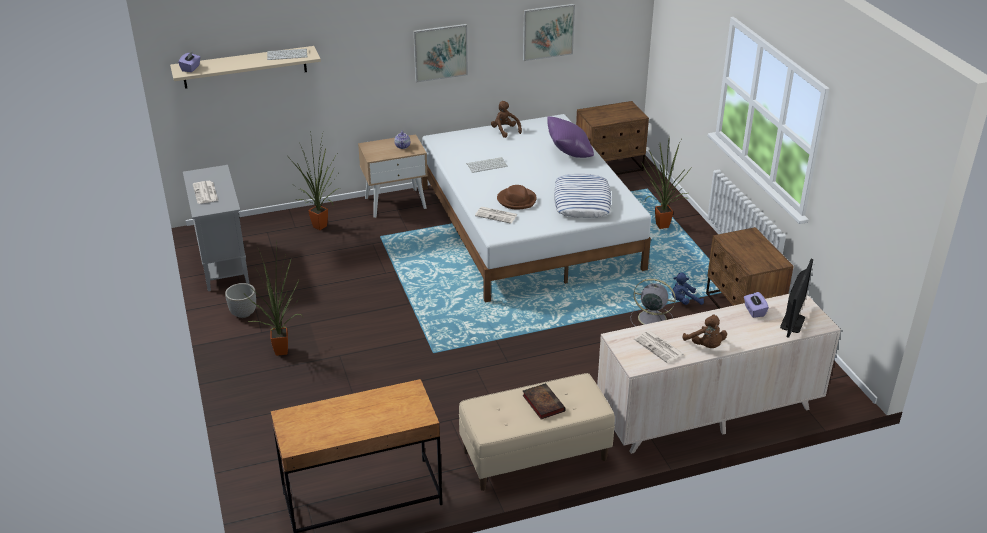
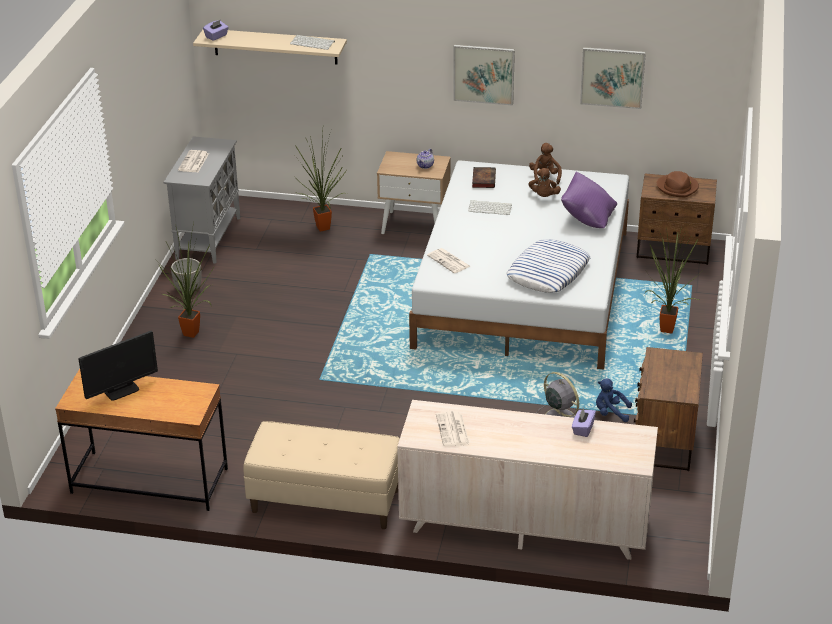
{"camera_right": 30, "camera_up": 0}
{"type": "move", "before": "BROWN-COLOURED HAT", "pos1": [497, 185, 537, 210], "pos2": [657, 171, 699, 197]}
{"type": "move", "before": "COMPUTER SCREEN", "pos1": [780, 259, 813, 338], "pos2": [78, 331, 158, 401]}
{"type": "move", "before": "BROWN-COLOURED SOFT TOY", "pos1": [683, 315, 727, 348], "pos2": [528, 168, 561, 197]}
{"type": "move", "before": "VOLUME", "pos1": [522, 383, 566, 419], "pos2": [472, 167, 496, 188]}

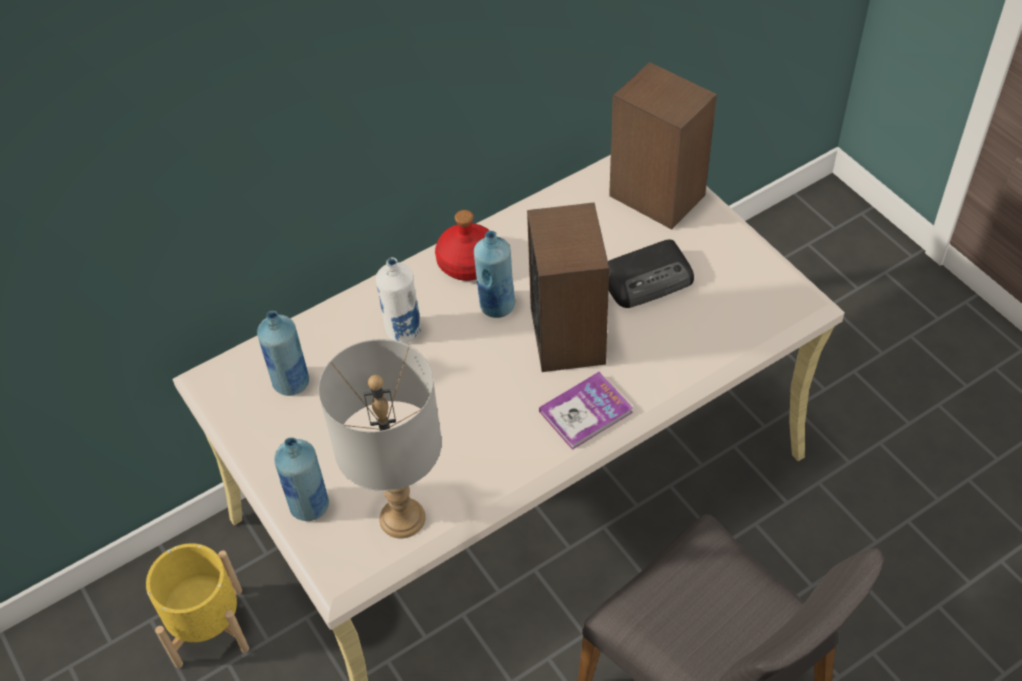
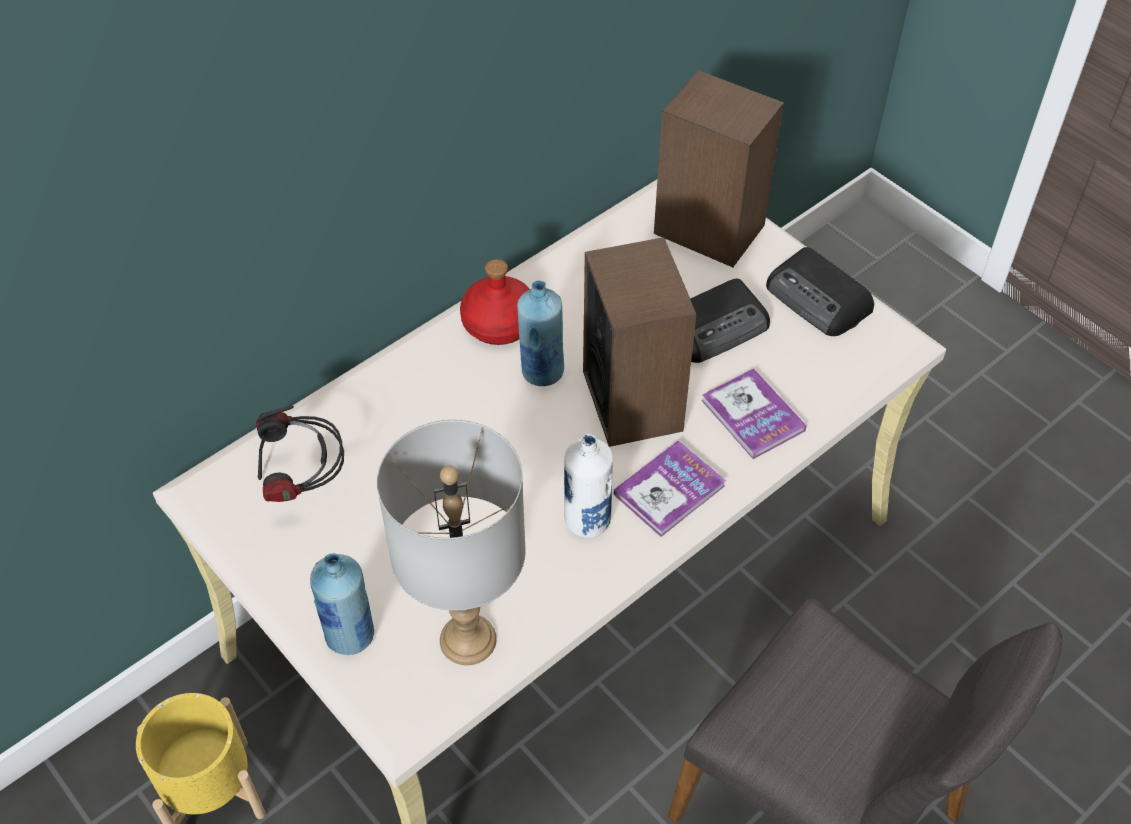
{"camera_right": -10, "camera_up": 0}
{"type": "move", "before": "WHITISH BOTTLE", "pos1": [376, 257, 421, 343], "pos2": [564, 434, 613, 538]}
{"type": "replace", "before": "BLUISH BOTTLE", "after": "HEADSET", "pos1": [257, 311, 309, 396], "pos2": [256, 405, 344, 502]}
{"type": "insert", "after": "RADIO", "pos2": [766, 247, 874, 336]}
{"type": "insert", "after": "VOLUME", "pos2": [701, 368, 807, 459]}

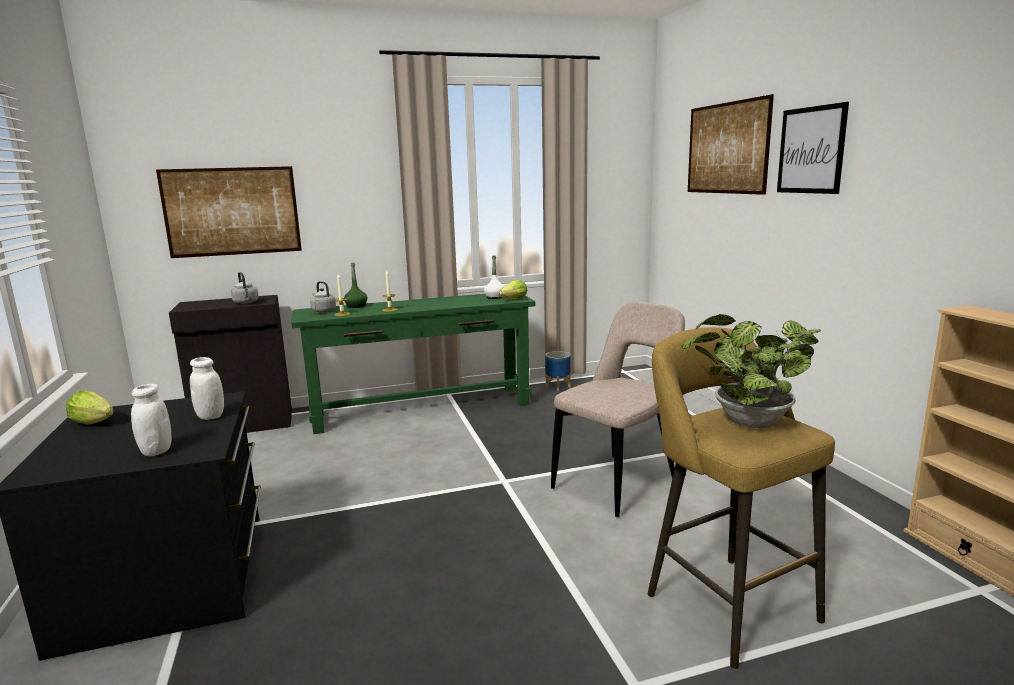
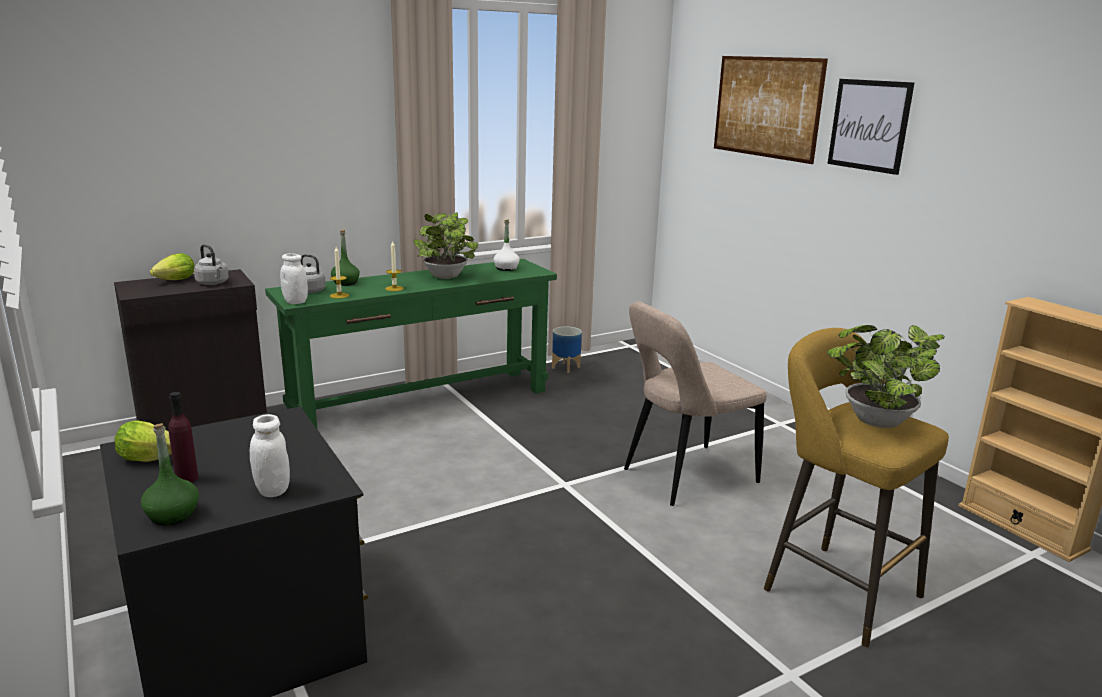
{"camera_right": -15, "camera_up": 5}
{"type": "delete", "before": "WALL PICTURE", "pos1": [156, 166, 302, 258]}
{"type": "move", "before": "LETTUCE", "pos1": [499, 280, 527, 300], "pos2": [150, 253, 195, 280]}
{"type": "rotate", "before": "BEIGE UPRIGHT CHAIR", "pos1": [551, 302, 685, 517], "pos2": [624, 301, 767, 506], "turn": -150}
{"type": "move", "before": "WHITISH JAR", "pos1": [190, 357, 224, 420], "pos2": [280, 253, 308, 304]}
{"type": "insert", "after": "PLANT IN A POT", "pos2": [414, 212, 478, 279]}
{"type": "insert", "after": "PURPLE-COLOURED BOTTLE", "pos2": [169, 392, 199, 483]}
{"type": "insert", "after": "GREEN-COLOURED BOTTLE", "pos2": [141, 423, 199, 525]}

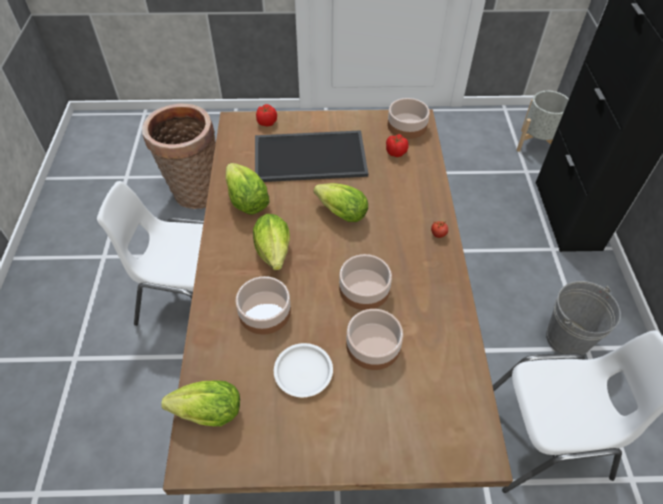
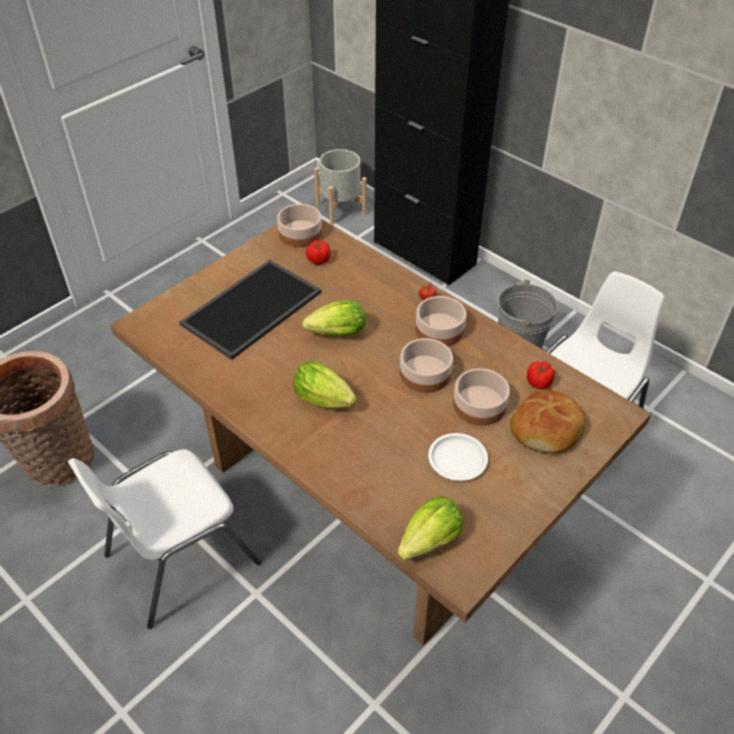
{"camera_right": -45, "camera_up": -5}
{"type": "move", "before": "WHOLE TOMATO", "pos1": [256, 104, 277, 127], "pos2": [527, 361, 555, 390]}
{"type": "delete", "before": "LETTUCE", "pos1": [225, 163, 269, 215]}
{"type": "move", "before": "DEEP DISH", "pos1": [236, 276, 291, 335], "pos2": [416, 296, 466, 346]}
{"type": "insert", "after": "BREAD", "pos2": [510, 390, 586, 453]}

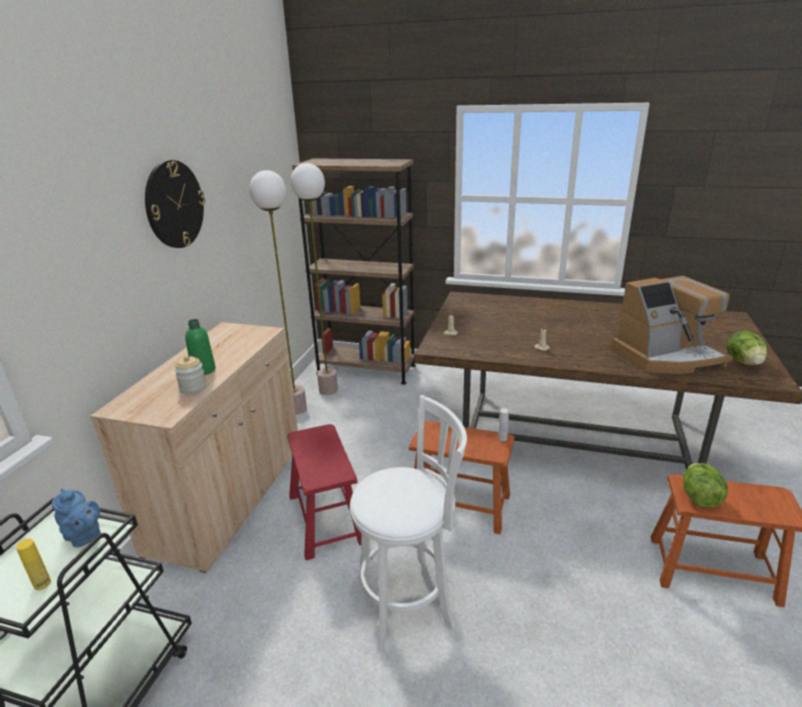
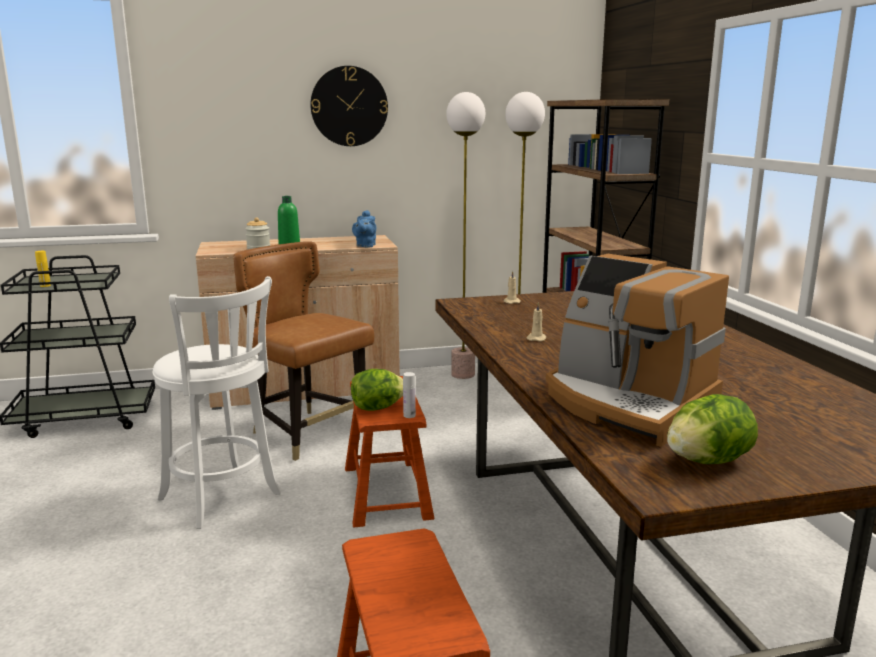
{"camera_right": 60, "camera_up": -10}
{"type": "replace", "before": "RED-COLOURED STOOL SEAT", "after": "BROWN-COLOURED UPRIGHT CHAIR", "pos1": [287, 424, 361, 560], "pos2": [233, 241, 374, 461]}
{"type": "move", "before": "LETTUCE", "pos1": [683, 463, 728, 508], "pos2": [351, 369, 403, 411]}
{"type": "move", "before": "BLUISH POT FOR TEA", "pos1": [52, 488, 101, 547], "pos2": [352, 210, 376, 248]}

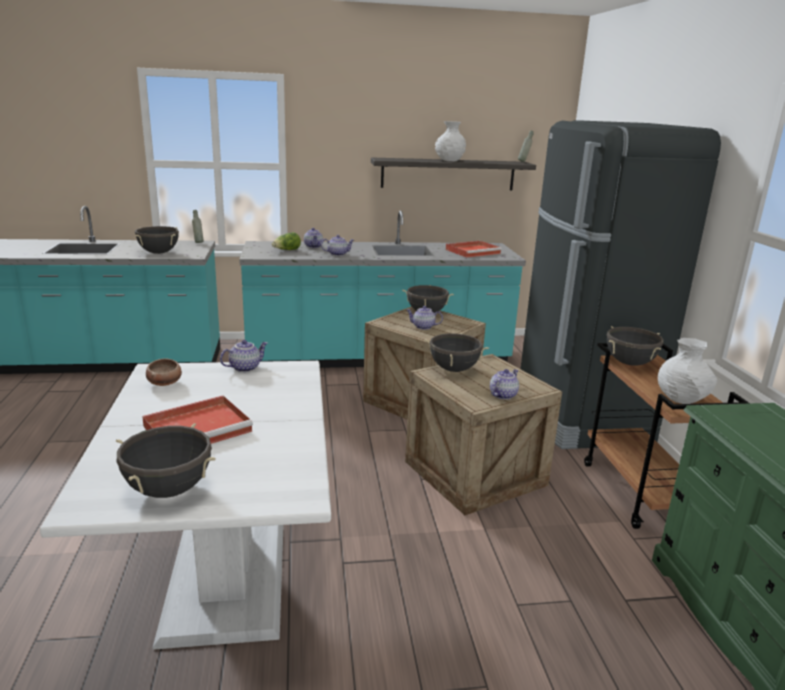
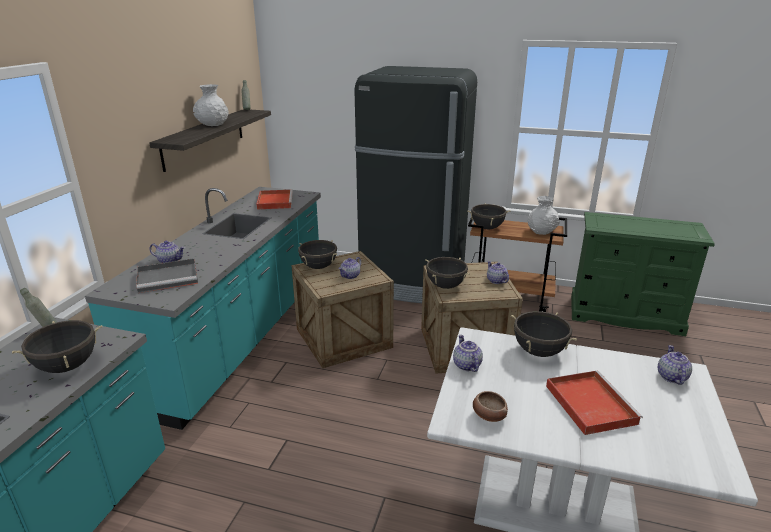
{"camera_right": -65, "camera_up": 5}
{"type": "replace", "before": "LETTUCE", "after": "GREY TRAY", "pos1": [272, 232, 301, 250], "pos2": [136, 258, 198, 293]}
{"type": "move", "before": "POT FOR TEA", "pos1": [321, 235, 354, 256], "pos2": [658, 345, 692, 385]}
{"type": "move", "before": "BLACK STOCKPOT", "pos1": [116, 423, 216, 498], "pos2": [511, 311, 577, 357]}

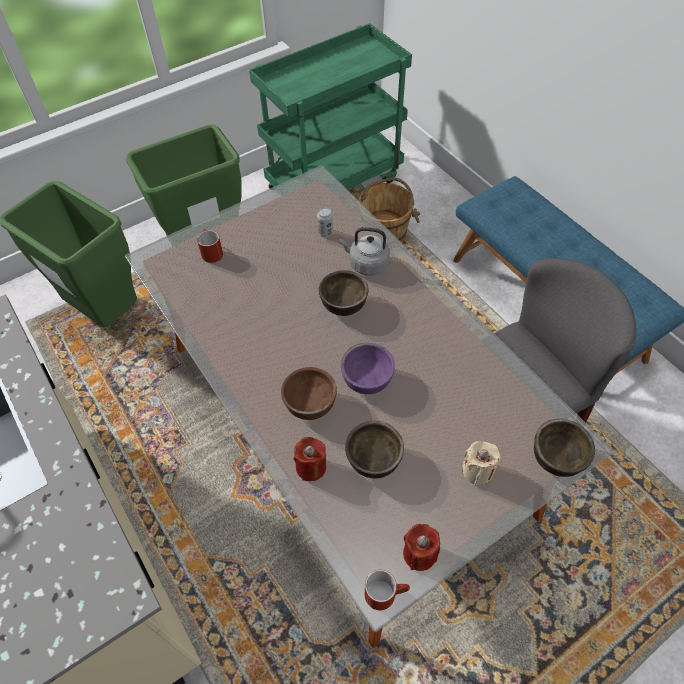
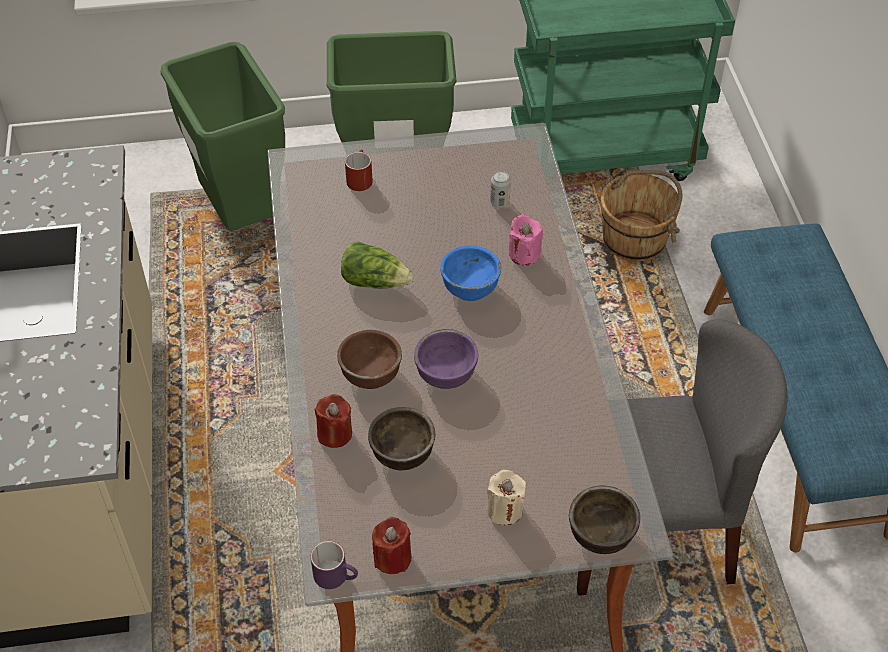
{"camera_right": 25, "camera_up": -5}
{"type": "replace", "before": "GREY KETTLE", "after": "PINK CANDLE", "pos1": [339, 227, 390, 276], "pos2": [509, 214, 543, 266]}
{"type": "recolor", "before": "BROWN-COLOURED DEEP DISH", "after": "BLUISH DEEP DISH", "pos1": [319, 270, 368, 316], "pos2": [440, 246, 501, 301]}
{"type": "recolor", "before": "RED-COLOURED MUG", "after": "PURPLE-COLOURED MUG", "pos1": [365, 570, 410, 610], "pos2": [310, 541, 358, 589]}
{"type": "insert", "after": "LETTUCE", "pos2": [341, 241, 414, 289]}

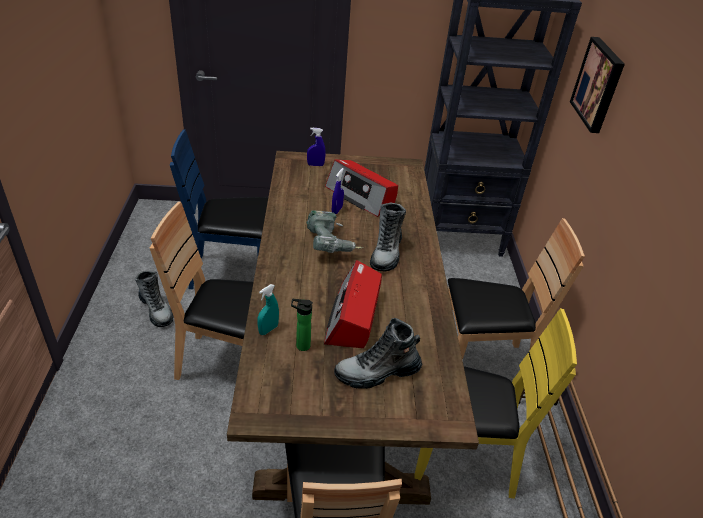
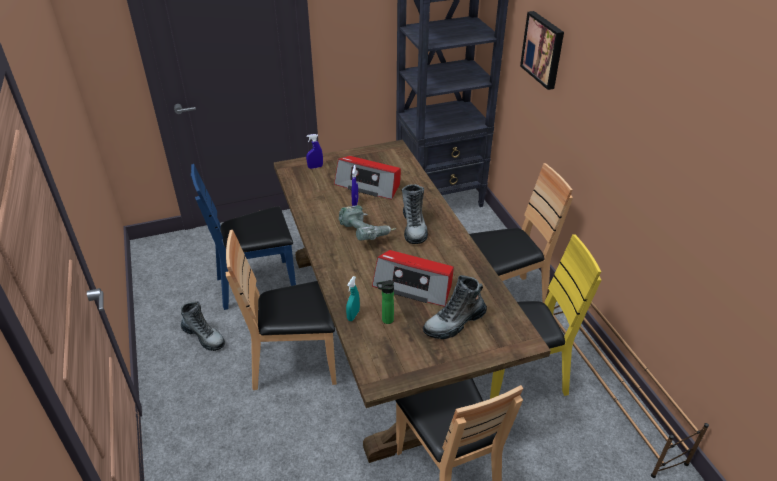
{"camera_right": -15, "camera_up": 0}
{"type": "rotate", "before": "RADIO", "pos1": [324, 260, 382, 348], "pos2": [372, 250, 454, 307], "turn": -60}

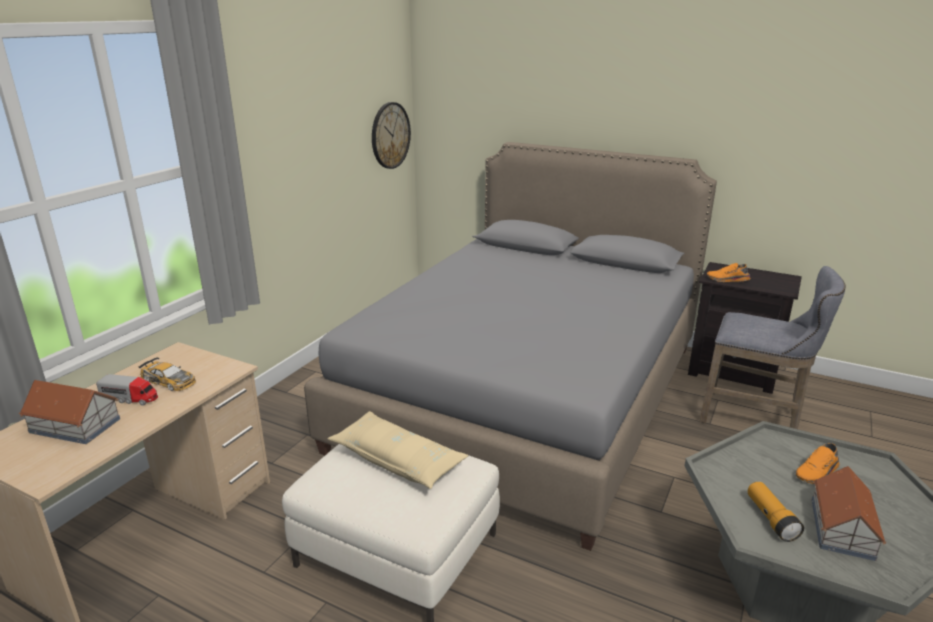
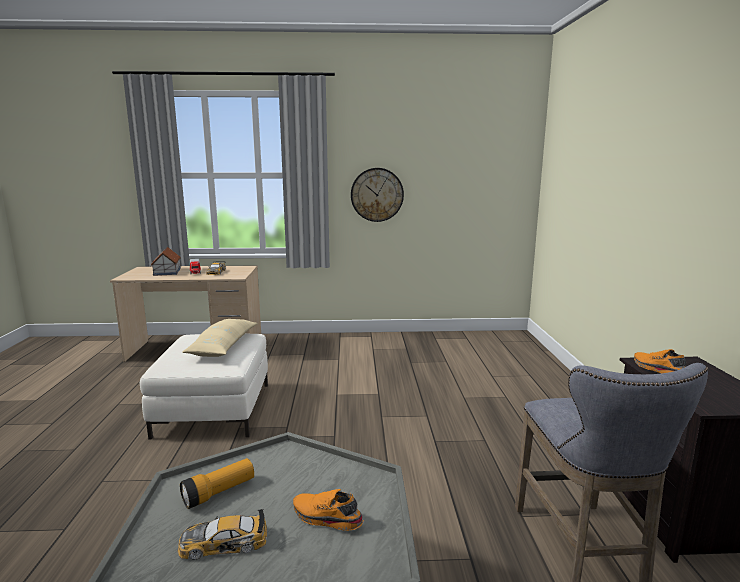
{"camera_right": 60, "camera_up": -10}
{"type": "move", "before": "CLOCK ON THE WALL", "pos1": [372, 102, 411, 169], "pos2": [351, 168, 404, 222]}
{"type": "delete", "before": "GREY SLEEPING BED", "pos1": [304, 142, 717, 551]}
{"type": "replace", "before": "MINIATURE HOUSE", "after": "MODEL CAR", "pos1": [812, 466, 886, 561], "pos2": [177, 509, 267, 560]}

